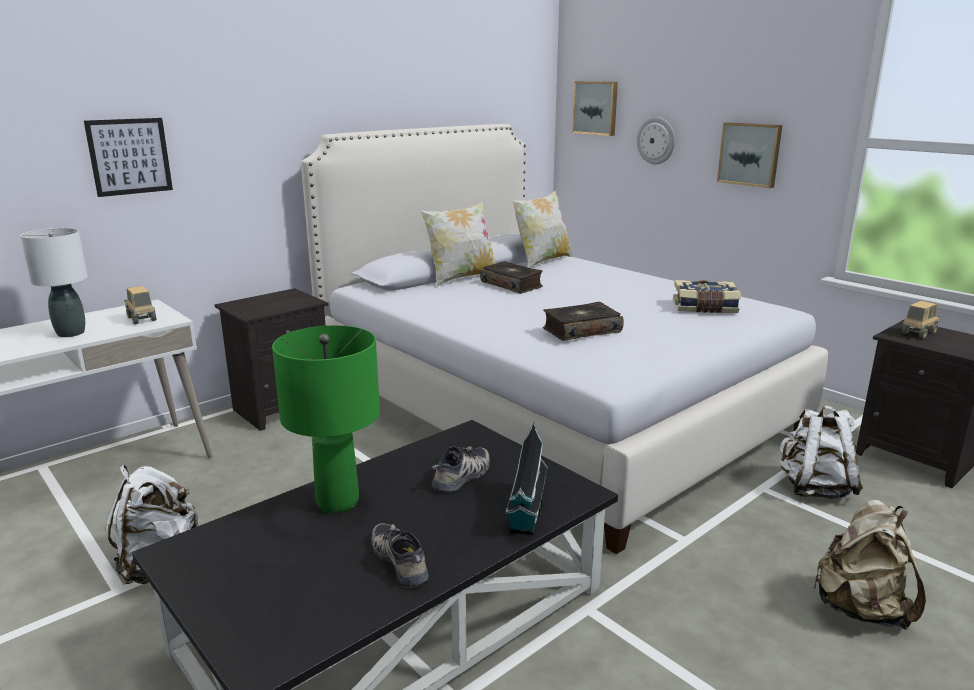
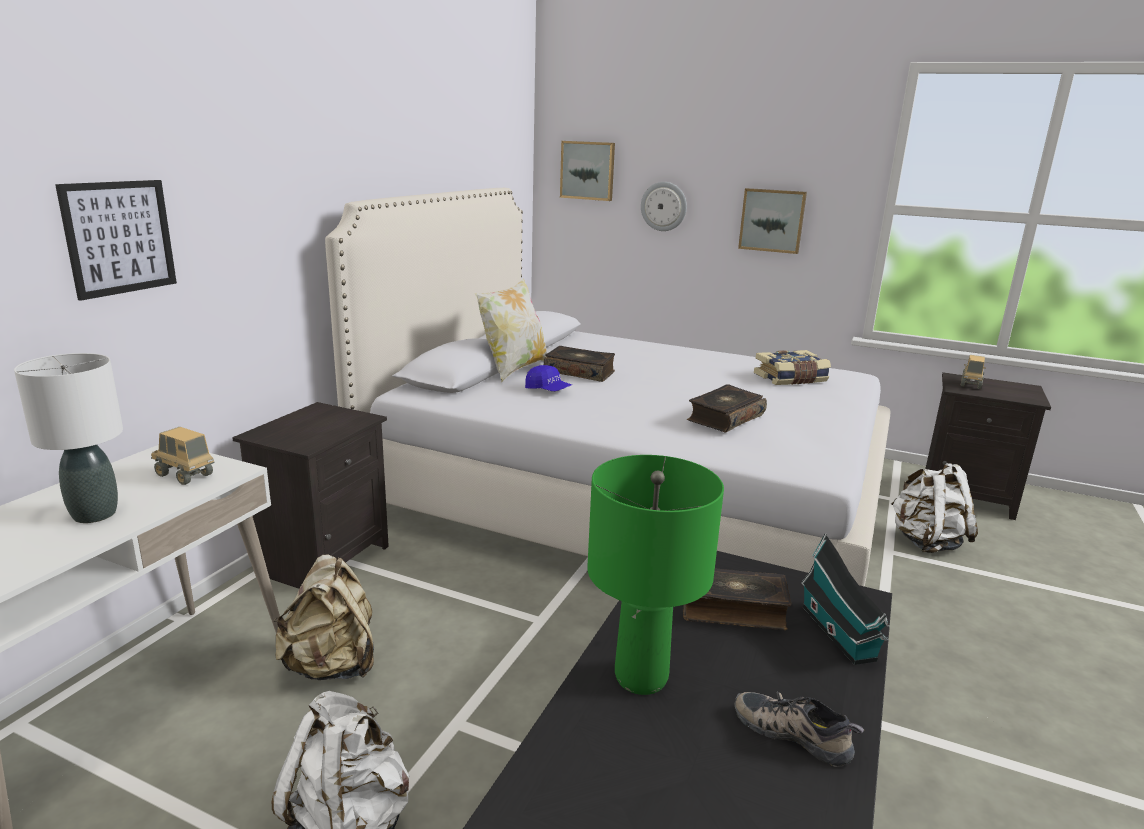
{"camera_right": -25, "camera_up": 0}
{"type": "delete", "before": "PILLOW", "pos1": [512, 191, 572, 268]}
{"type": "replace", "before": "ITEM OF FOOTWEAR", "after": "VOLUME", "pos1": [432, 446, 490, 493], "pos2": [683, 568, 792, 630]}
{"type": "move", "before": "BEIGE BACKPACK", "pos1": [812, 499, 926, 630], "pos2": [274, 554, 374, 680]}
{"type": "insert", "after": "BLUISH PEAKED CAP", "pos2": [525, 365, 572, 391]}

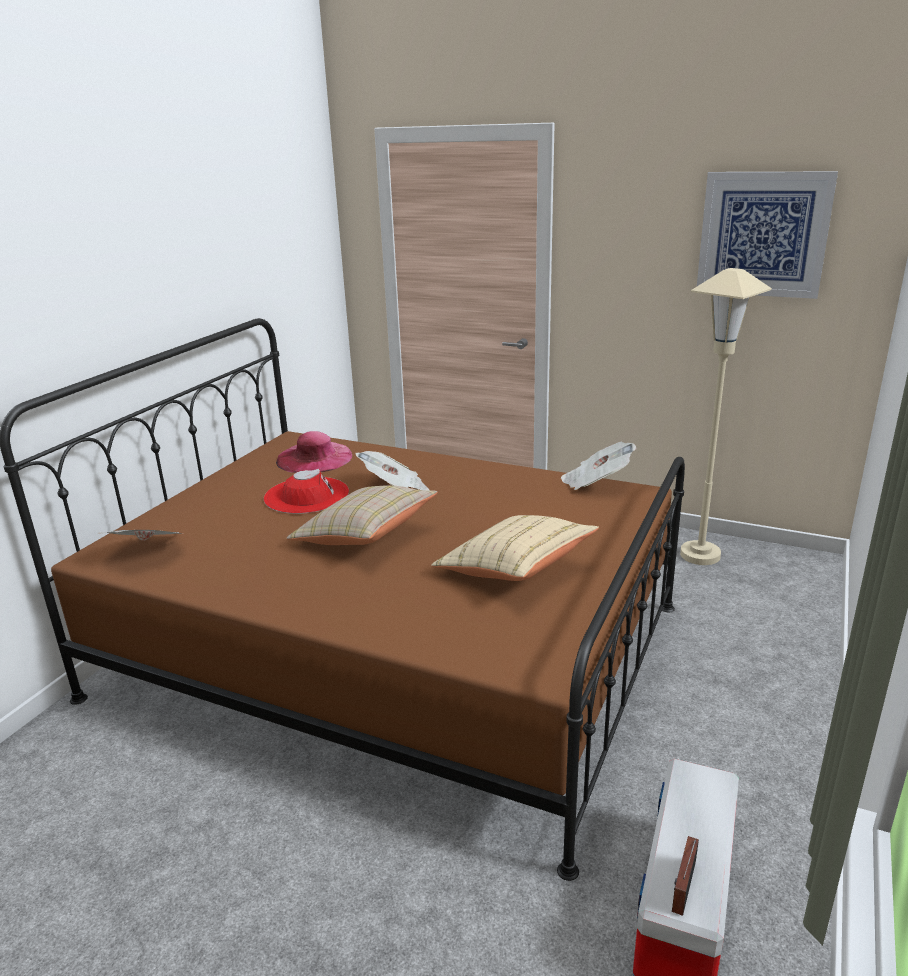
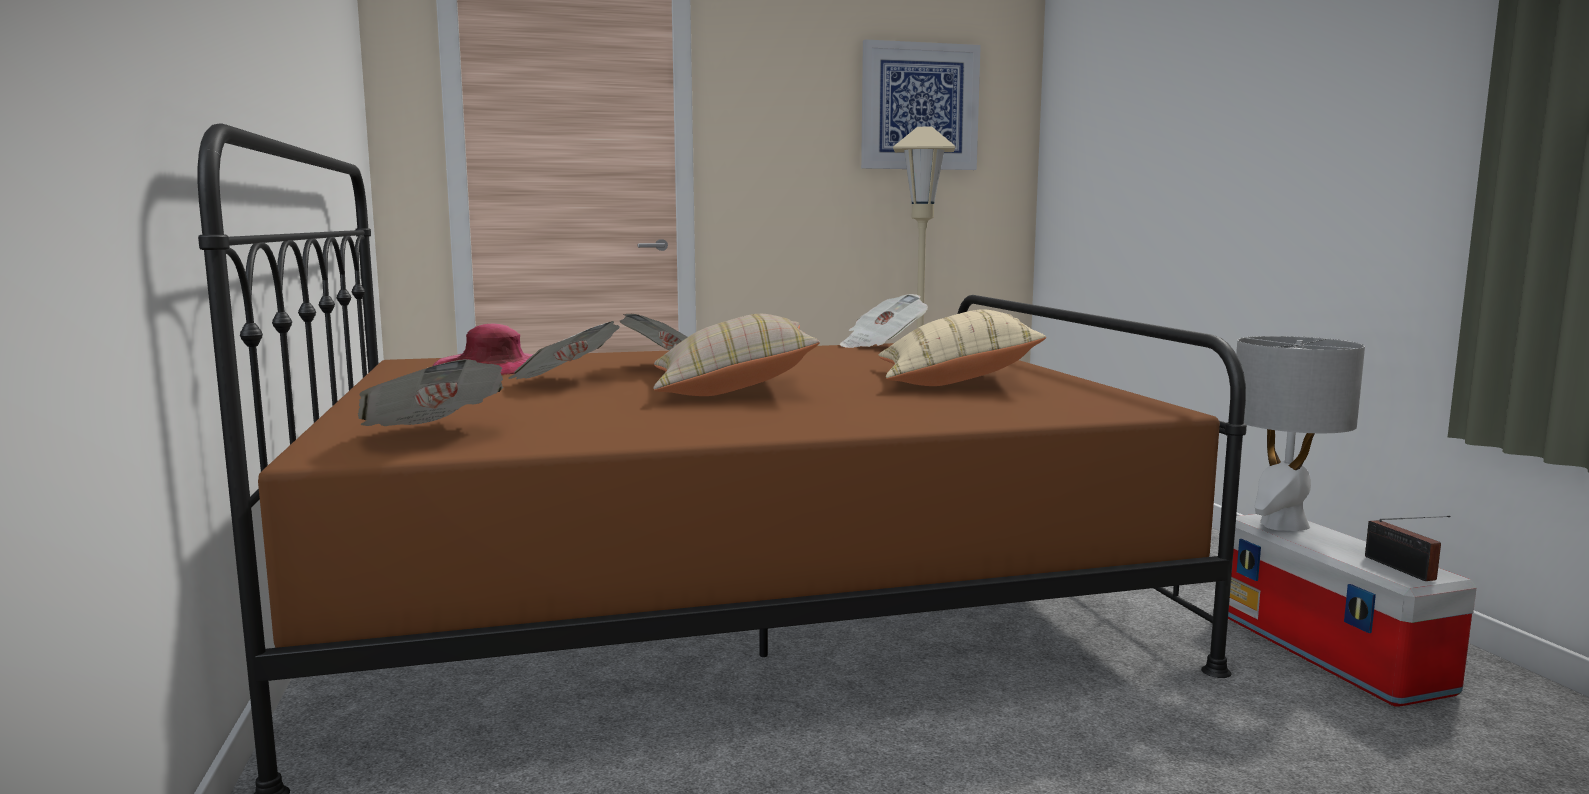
{"camera_right": -40, "camera_up": -15}
{"type": "replace", "before": "RED-COLOURED HAT", "after": "DAILY PAPER", "pos1": [264, 469, 349, 514], "pos2": [508, 321, 620, 379]}
{"type": "insert", "after": "GREY LAMP FOR A TABLE", "pos2": [1236, 336, 1365, 531]}

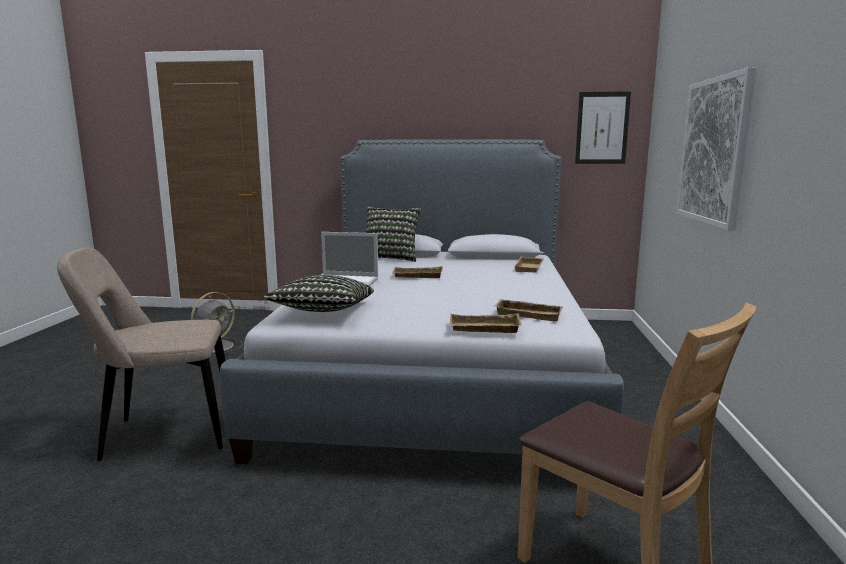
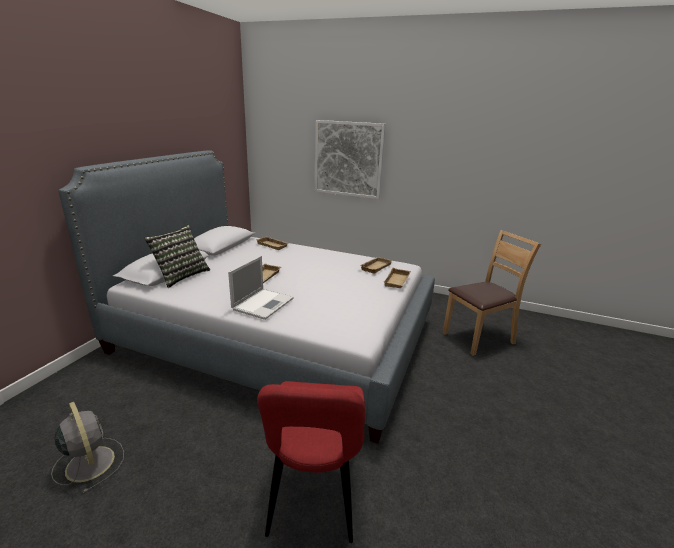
{"camera_right": -75, "camera_up": 10}
{"type": "delete", "before": "WALL PICTURE", "pos1": [575, 91, 631, 164]}
{"type": "recolor", "before": "BEIGE UPRIGHT CHAIR", "after": "RED-COLOURED UPRIGHT CHAIR", "pos1": [57, 247, 226, 461], "pos2": [257, 381, 365, 543]}
{"type": "delete", "before": "PILLOW", "pos1": [264, 275, 374, 312]}

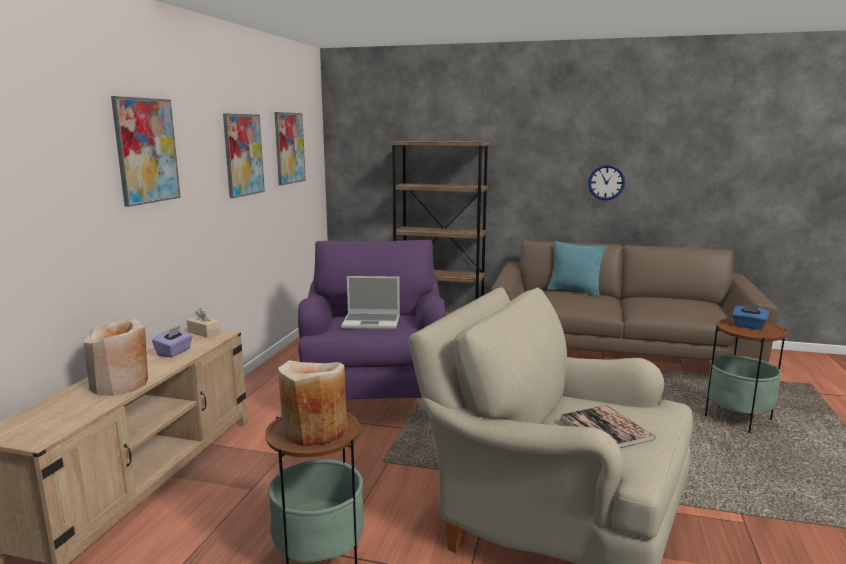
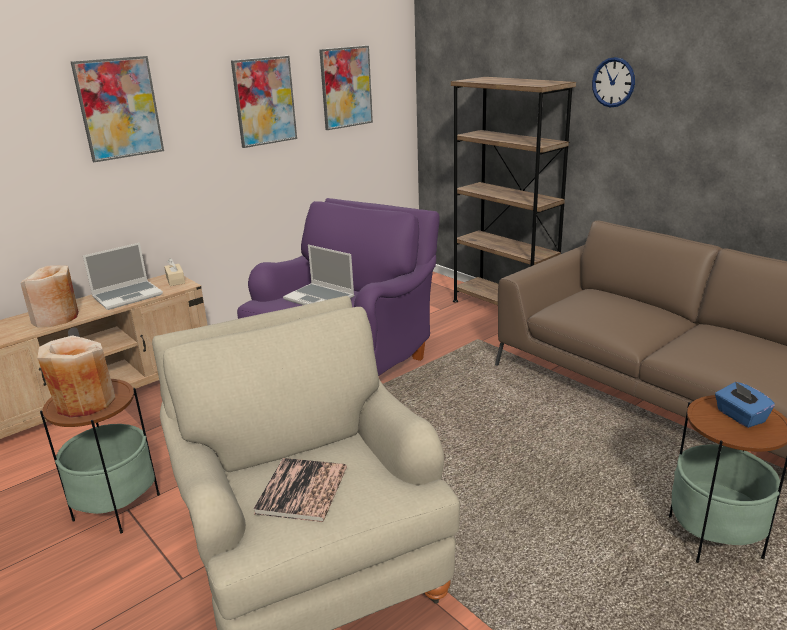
{"camera_right": 35, "camera_up": 10}
{"type": "move", "before": "CLOCK ON THE WALL", "pos1": [588, 165, 625, 200], "pos2": [592, 57, 635, 107]}
{"type": "delete", "before": "TURQUOISE PILLOW", "pos1": [547, 241, 607, 296]}
{"type": "replace", "before": "PURPLE-COLOURED TISSUE HOLDER", "after": "PORTABLE COMPUTER", "pos1": [152, 326, 193, 358], "pos2": [83, 243, 163, 310]}

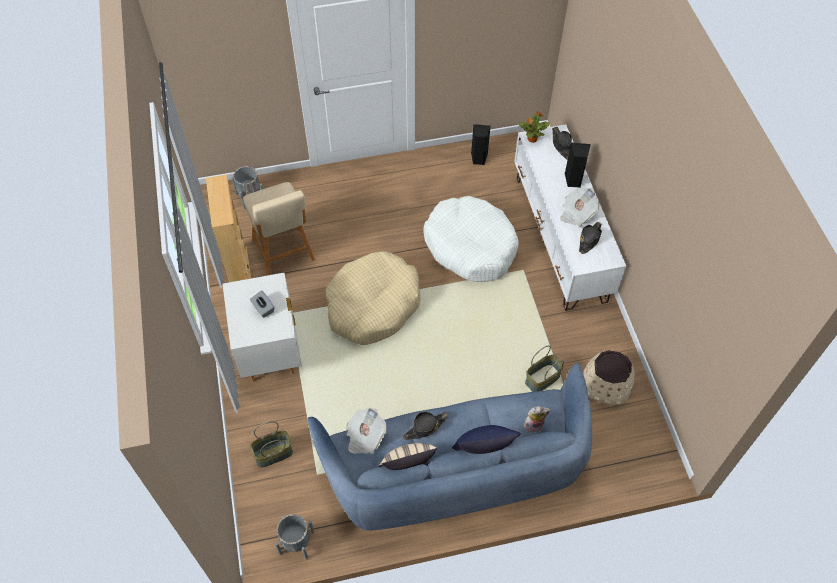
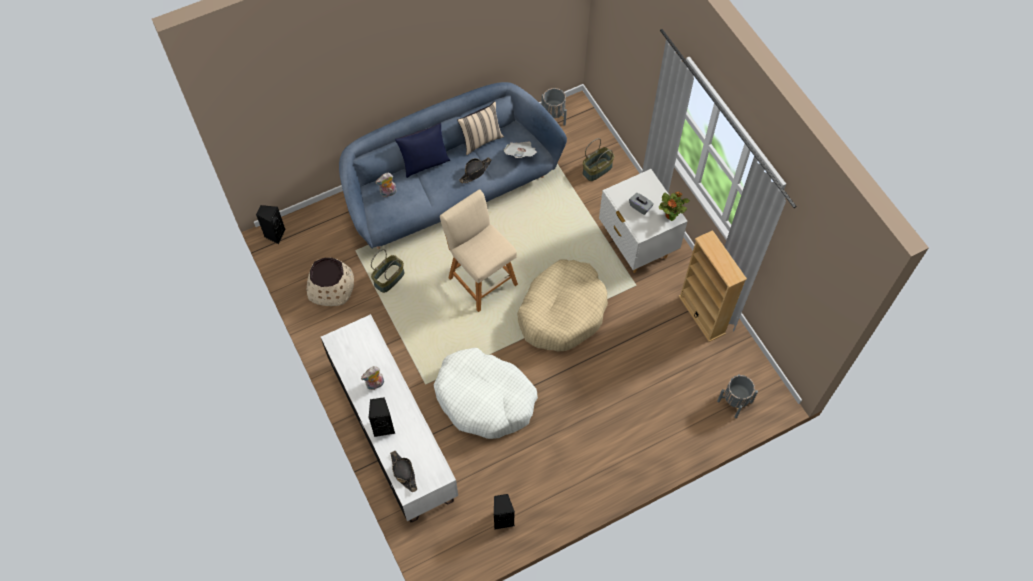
{"camera_right": 165, "camera_up": 5}
{"type": "move", "before": "PLANT IN A POT", "pos1": [519, 111, 550, 143], "pos2": [659, 192, 690, 221]}
{"type": "move", "before": "BEIGE STOOL SEAT", "pos1": [243, 182, 315, 276], "pos2": [440, 189, 518, 312]}
{"type": "replace", "before": "DAILY PAPER", "after": "SOFT TOY", "pos1": [560, 188, 599, 227], "pos2": [361, 366, 384, 390]}
{"type": "delete", "before": "BLACK HAT", "pos1": [579, 222, 602, 254]}
{"type": "insert", "after": "BLACK LOUDSPEAKER", "pos2": [256, 205, 286, 244]}

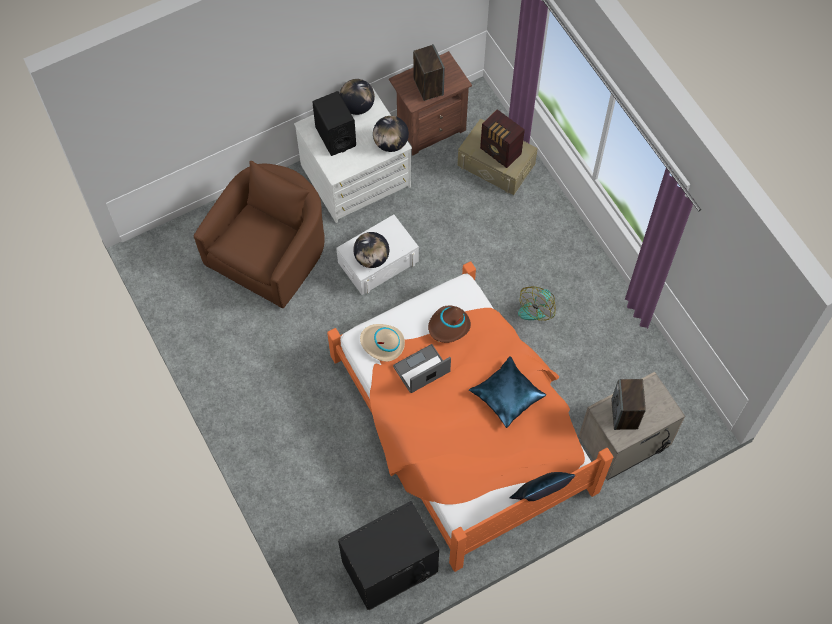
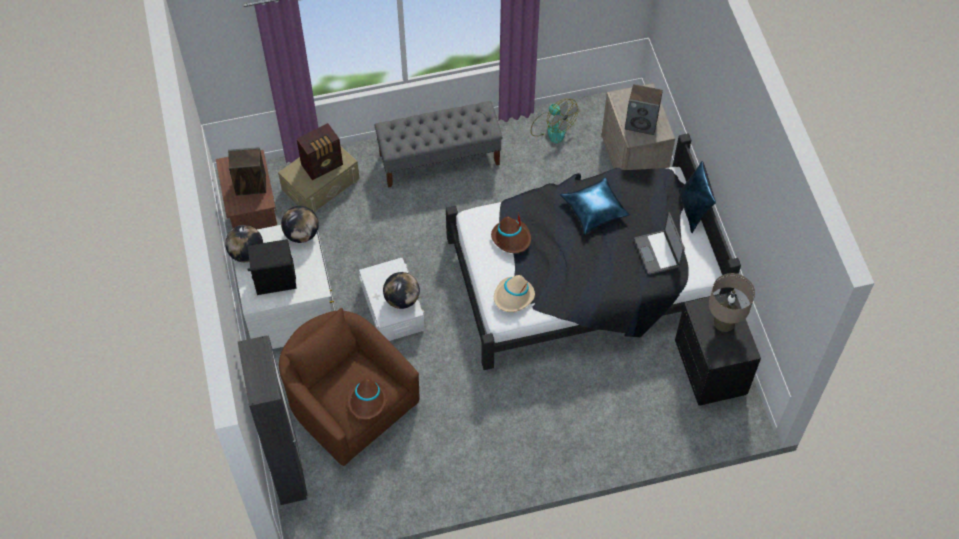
{"camera_right": -75, "camera_up": -5}
{"type": "recolor", "before": "ORANGE-COLOURED SLEEPING BED", "after": "BLACK SLEEPING BED", "pos1": [327, 261, 614, 572], "pos2": [446, 133, 741, 370]}
{"type": "move", "before": "ELECTRIC FAN", "pos1": [518, 287, 556, 321], "pos2": [531, 99, 578, 144]}
{"type": "move", "before": "PORTABLE COMPUTER", "pos1": [393, 344, 451, 393], "pos2": [634, 213, 685, 275]}
{"type": "insert", "after": "GREY BENCH", "pos2": [374, 101, 503, 188]}
{"type": "insert", "after": "BEIGE LAMP FOR A TABLE", "pos2": [709, 273, 755, 332]}
{"type": "insert", "after": "BLACK WARDROBE", "pos2": [238, 335, 308, 505]}
{"type": "insert", "after": "BROWN-COLOURED HAT", "pos2": [348, 379, 388, 420]}

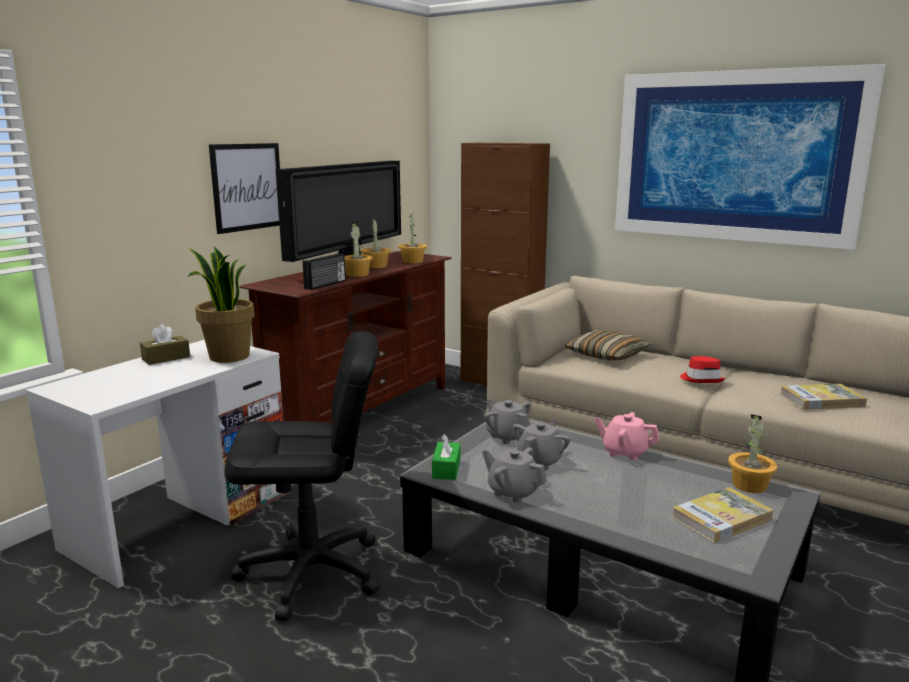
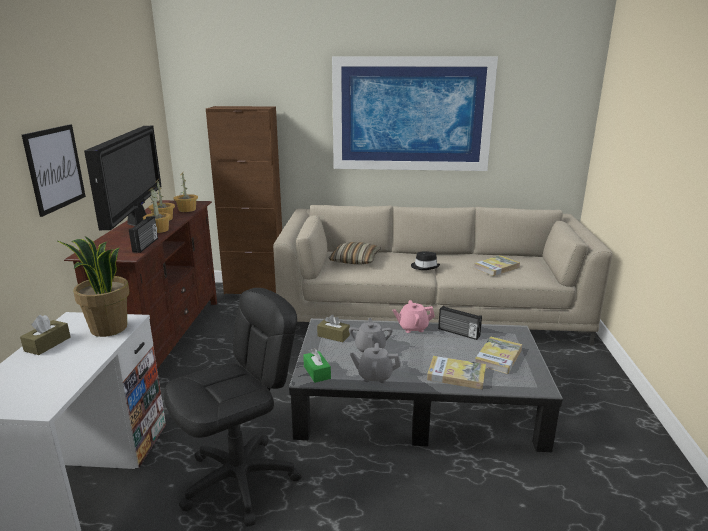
{"camera_right": -30, "camera_up": 5}
{"type": "recolor", "before": "RED-COLOURED HAT", "after": "BLACK HAT", "pos1": [680, 356, 726, 383], "pos2": [411, 251, 440, 270]}
{"type": "replace", "before": "GREY POT FOR TEA", "after": "BROWN-COLOURED TISSUE HOLDER", "pos1": [484, 399, 531, 444], "pos2": [317, 314, 350, 342]}
{"type": "delete", "before": "PLANT IN A POT", "pos1": [728, 414, 777, 493]}
{"type": "insert", "after": "RADIO", "pos2": [438, 306, 482, 340]}
{"type": "insert", "after": "VOLUME", "pos2": [427, 356, 486, 389]}

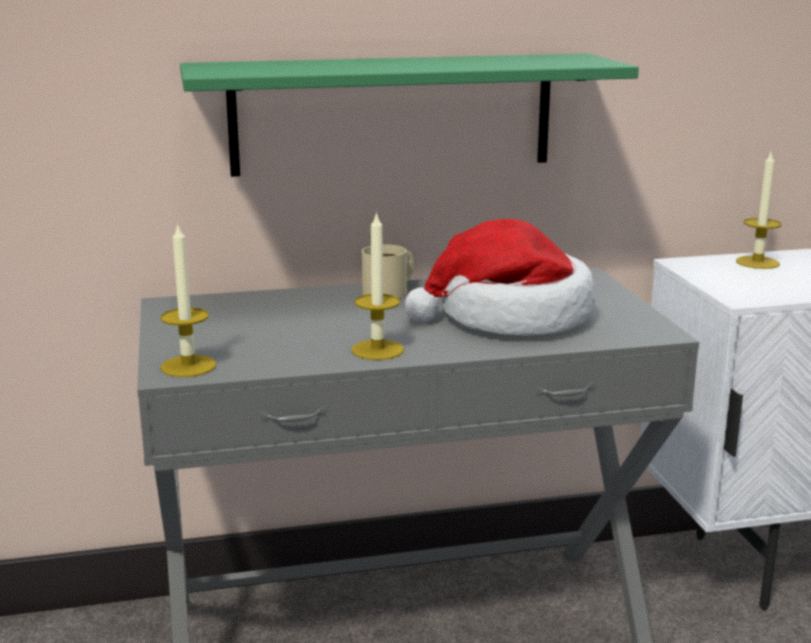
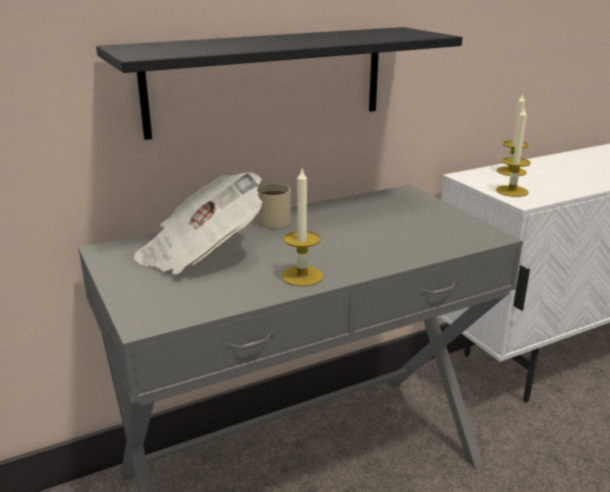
{"camera_right": -15, "camera_up": 5}
{"type": "recolor", "before": "GREEN-COLOURED BRACKET SHELF", "after": "BLACK BRACKET SHELF", "pos1": [180, 54, 639, 177], "pos2": [96, 27, 463, 140]}
{"type": "delete", "before": "HAT", "pos1": [405, 219, 595, 336]}
{"type": "move", "before": "CANDLE", "pos1": [160, 222, 216, 377], "pos2": [496, 106, 531, 197]}
{"type": "insert", "after": "DAILY PAPER", "pos2": [134, 172, 262, 274]}

